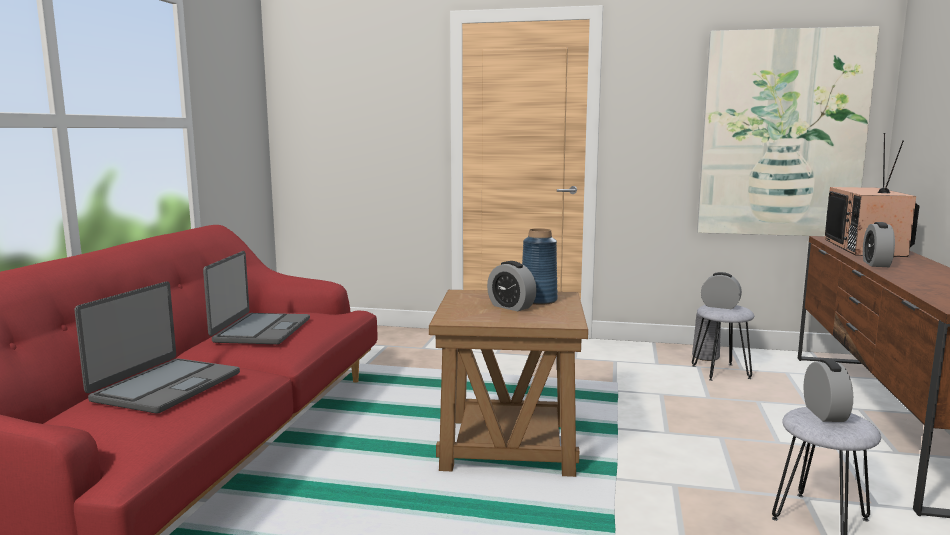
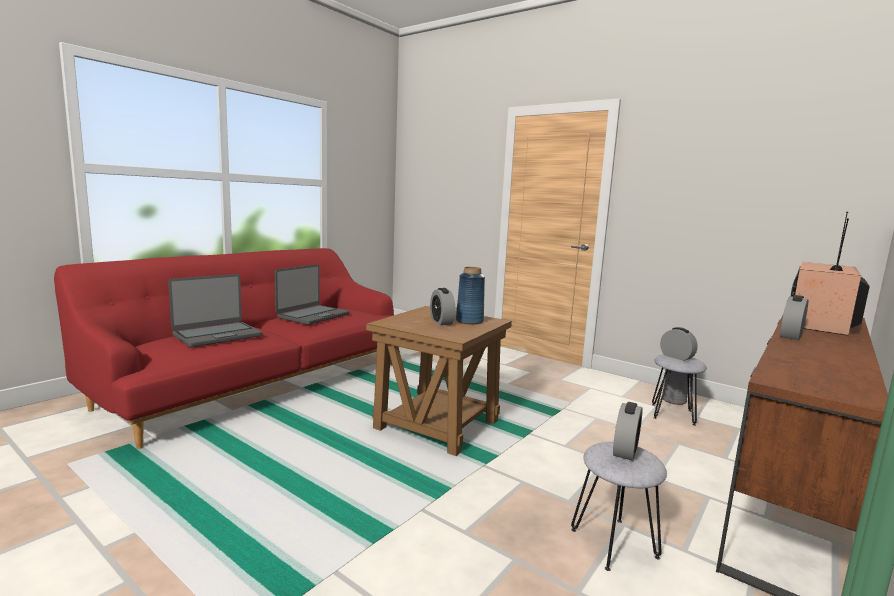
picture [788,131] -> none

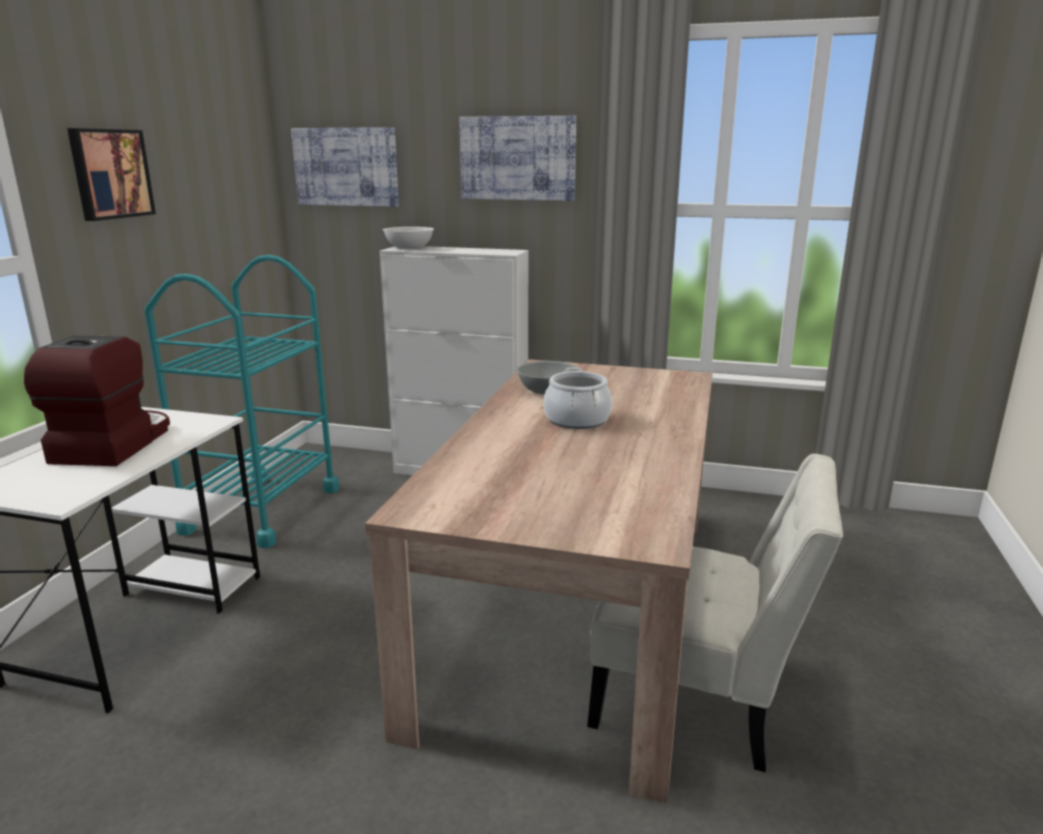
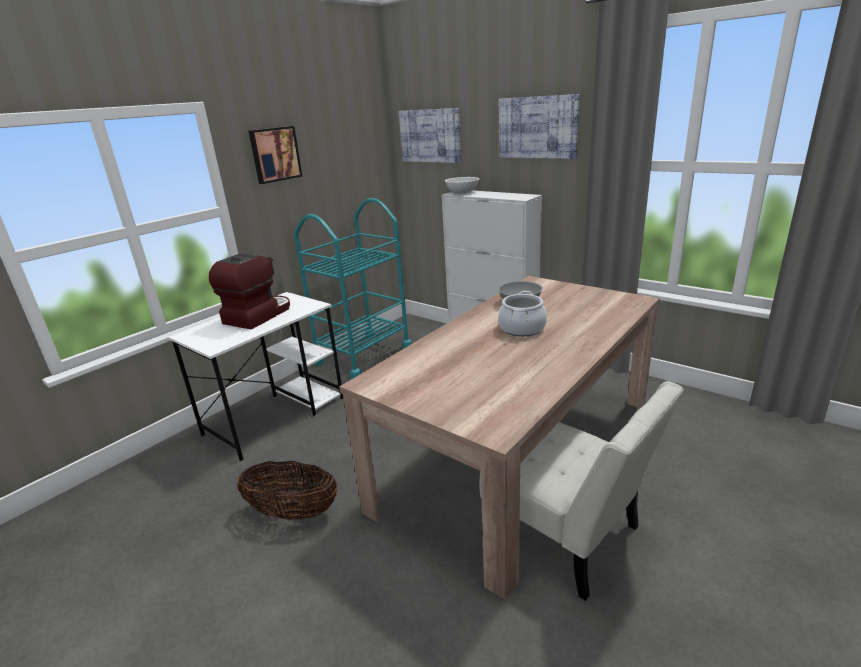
none -> basket [287,490]

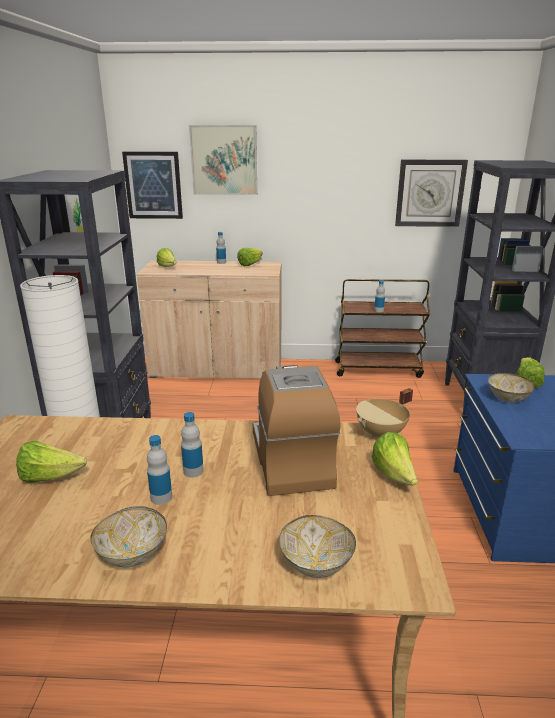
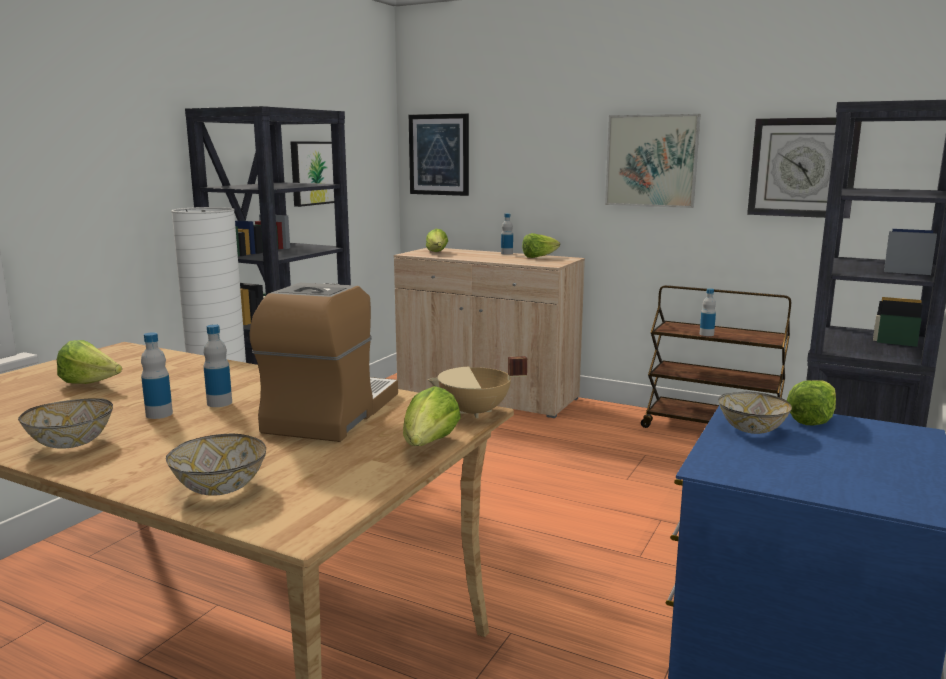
picture [223,160] -> picture [653,161], relocated

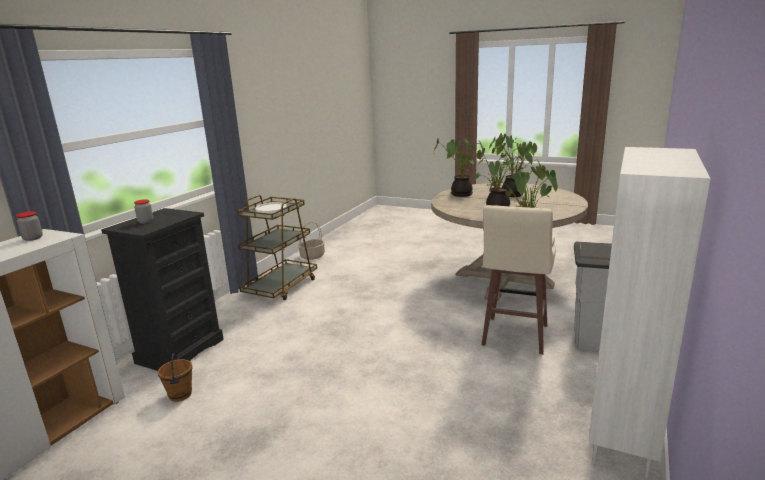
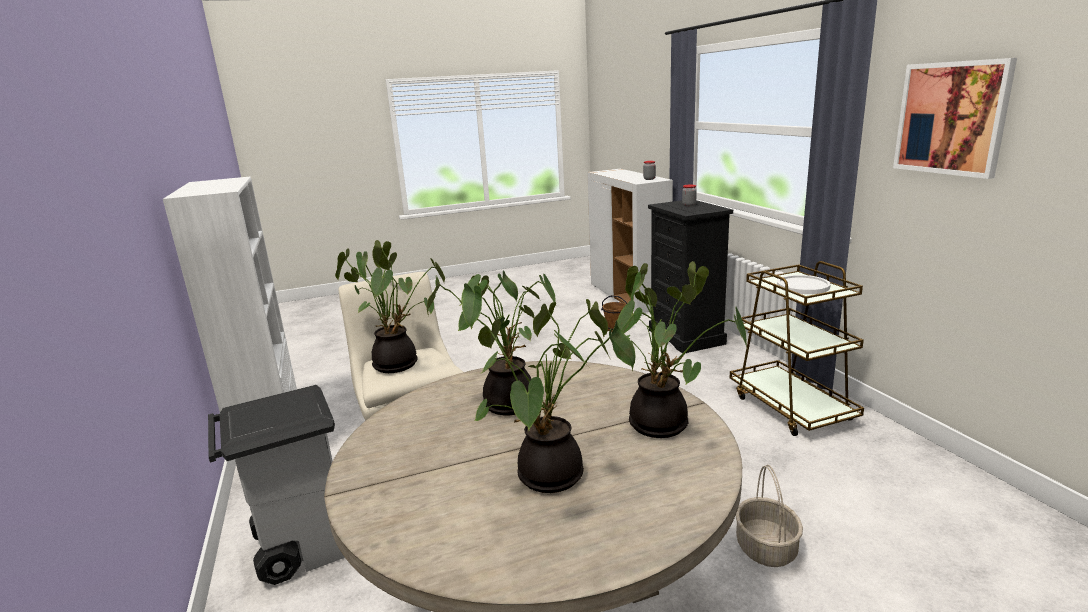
none -> picture [955,118]
basket [311,241] -> basket [769,515], relocated

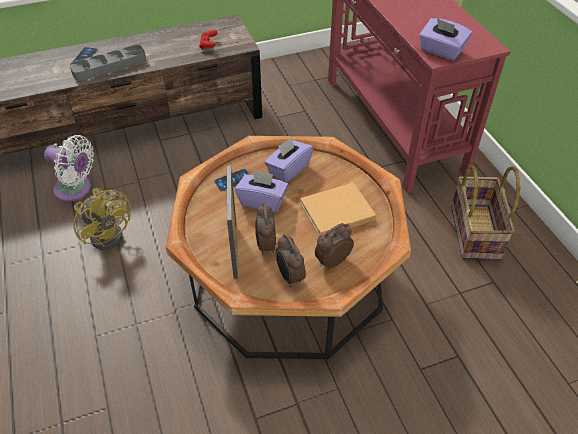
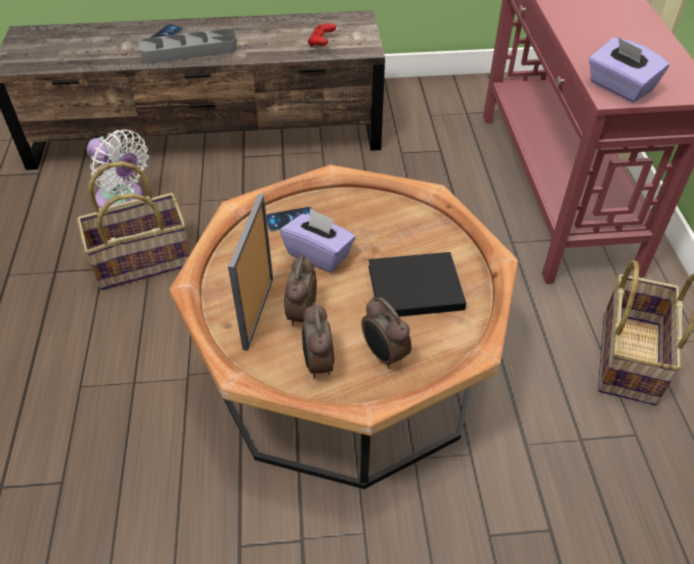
purple tissue box [288,160] -> none
yellow fan [102,219] -> basket [134,225]
beige book [338,209] -> black book [417,284]
alarm clock [334,246] -> alarm clock [386,332], 105 degrees counterclockwise

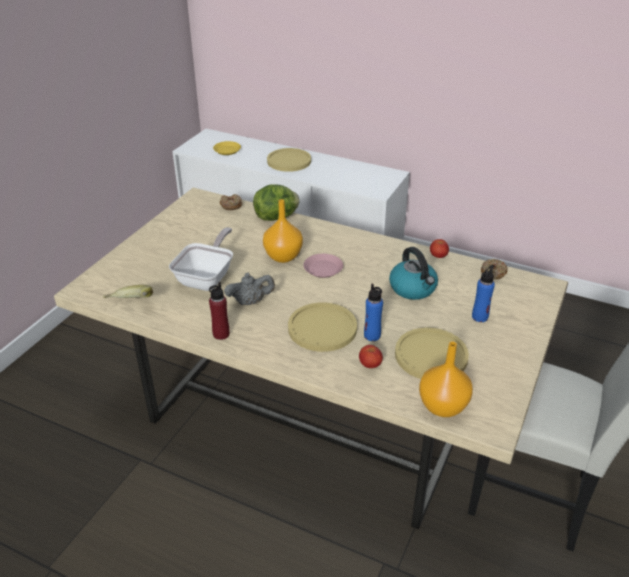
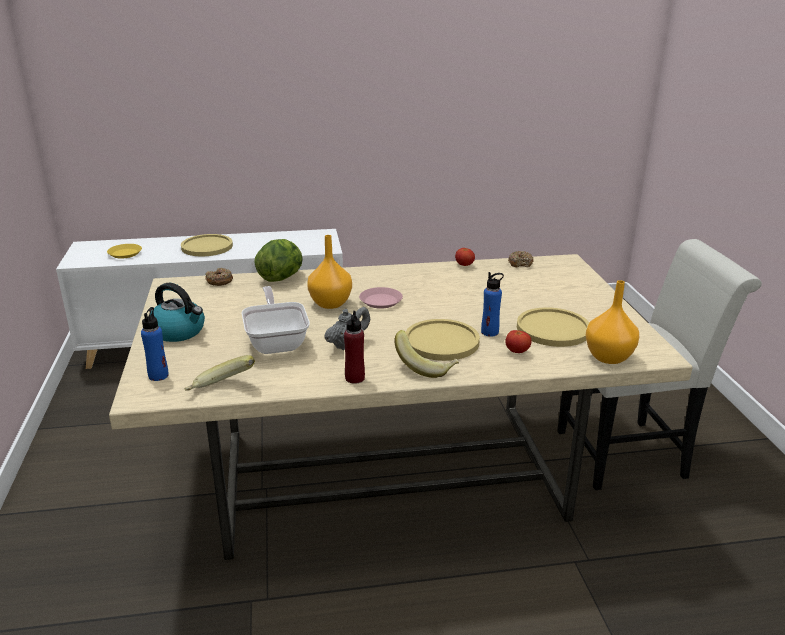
none -> banana [426,354]
kettle [413,273] -> kettle [177,312], relocated
blue bottle [483,293] -> blue bottle [155,344], relocated

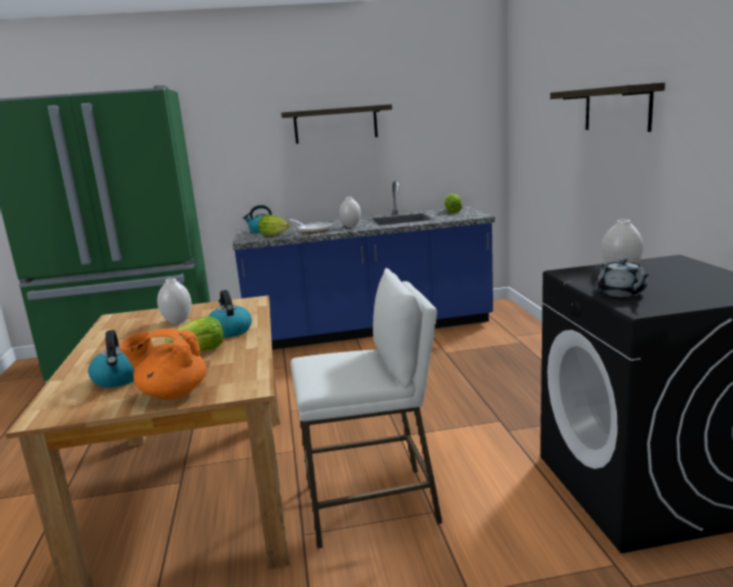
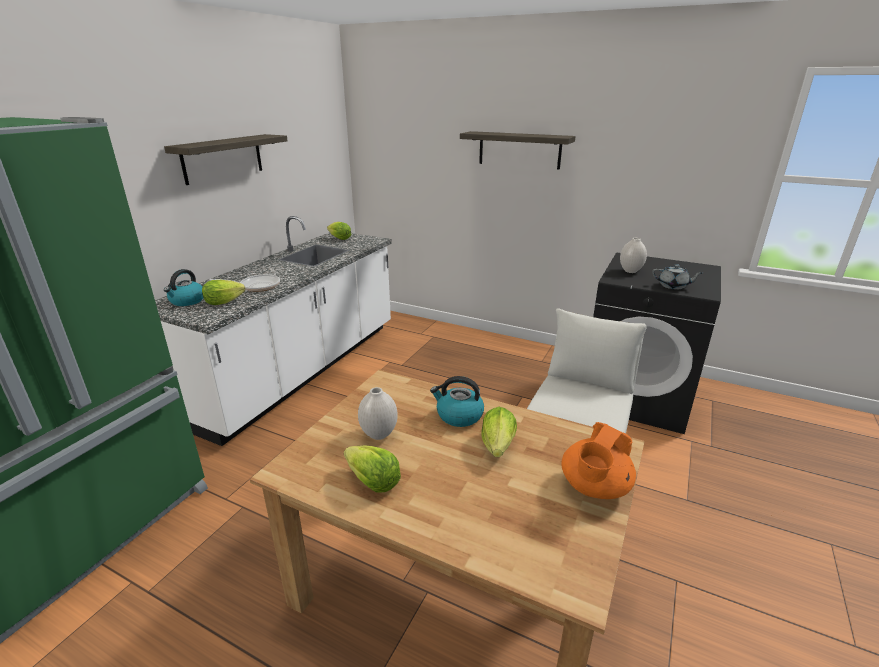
kettle [111,359] -> none
white vase [350,212] -> none
none -> lettuce [372,468]
blue counter [364,265] -> white counter [273,331]

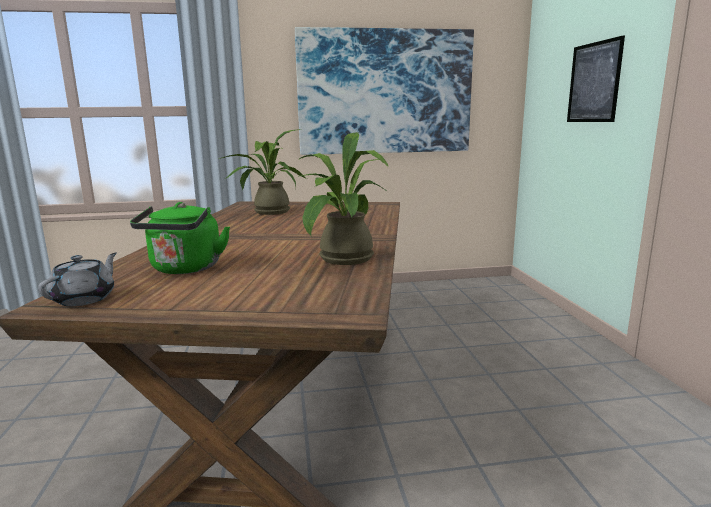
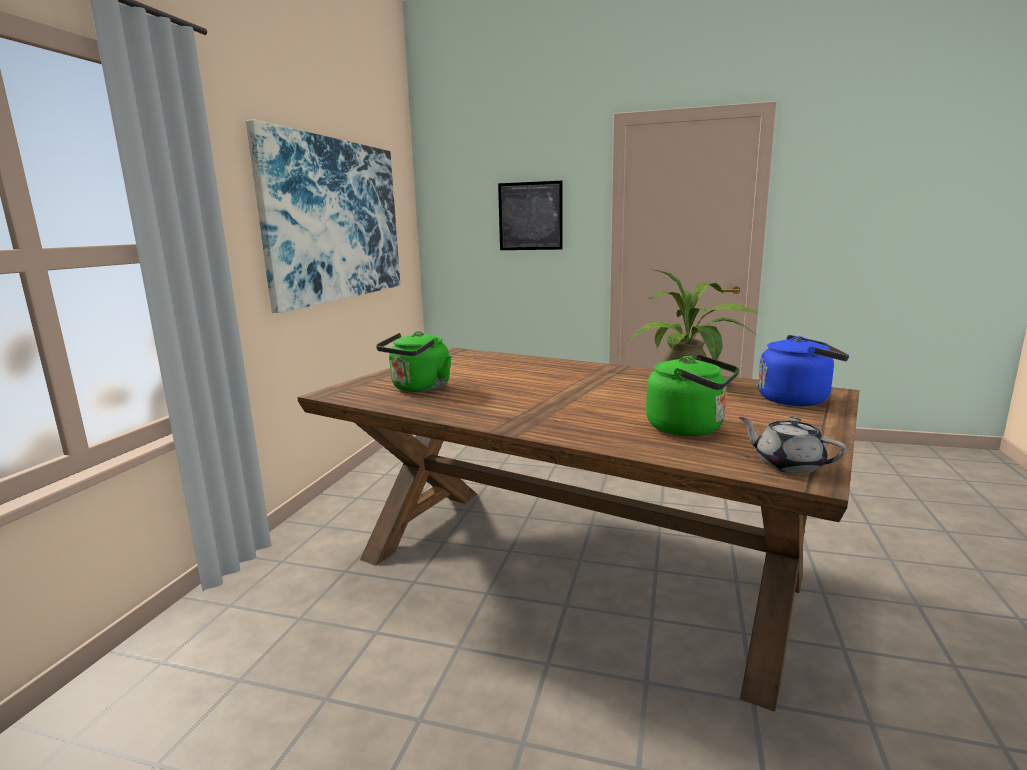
none -> blue kettle [803,370]
potted plant [263,172] -> green kettle [414,361]

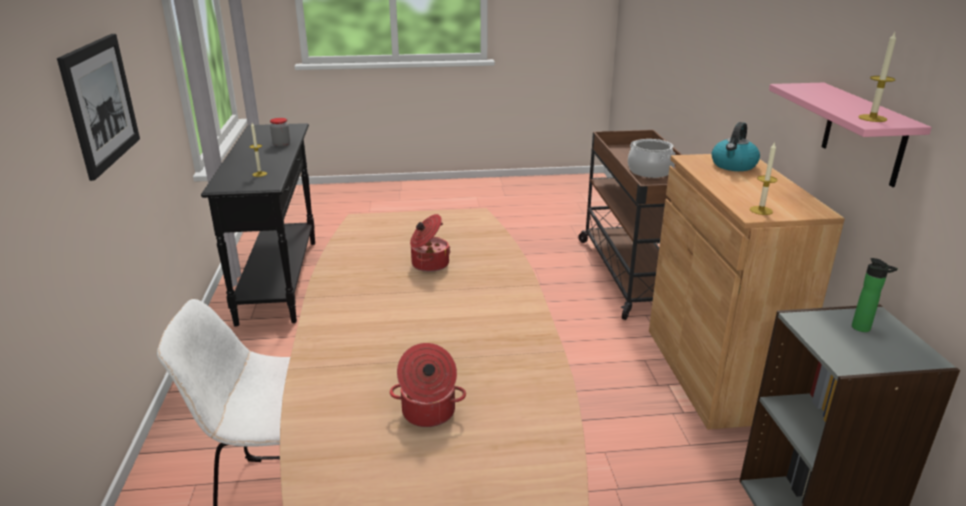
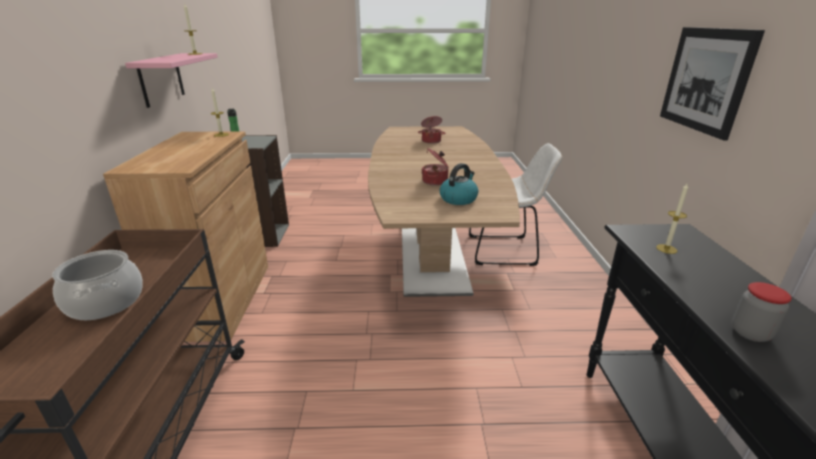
kettle [736,146] -> kettle [459,184], relocated

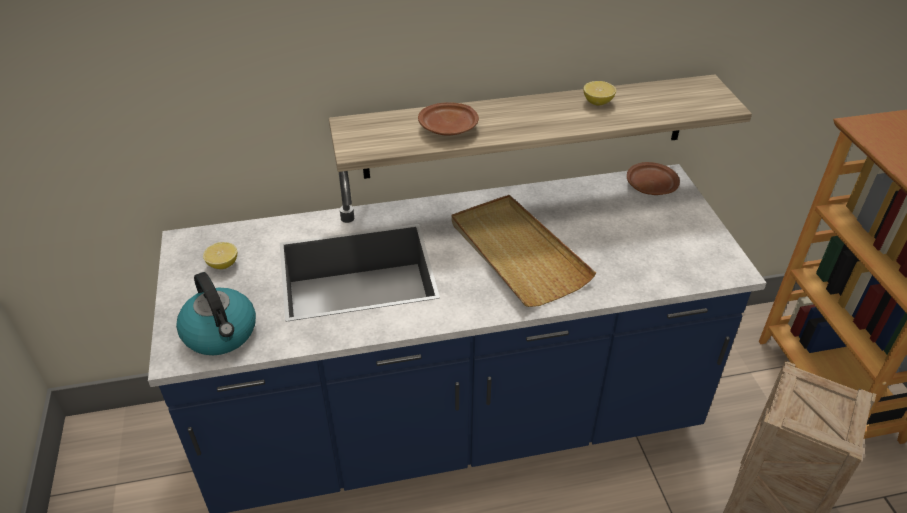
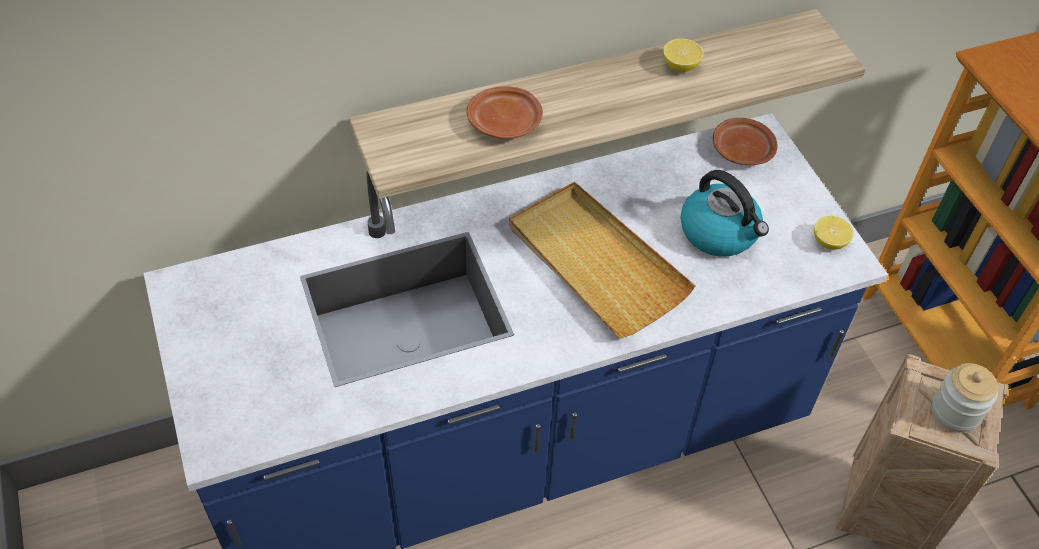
none -> jar [965,397]
kettle [216,313] -> kettle [725,213], relocated
lemon [220,255] -> lemon [834,233], relocated

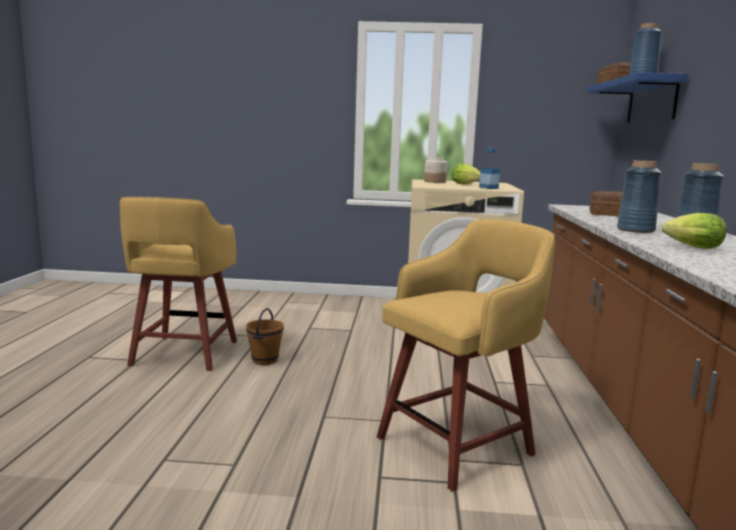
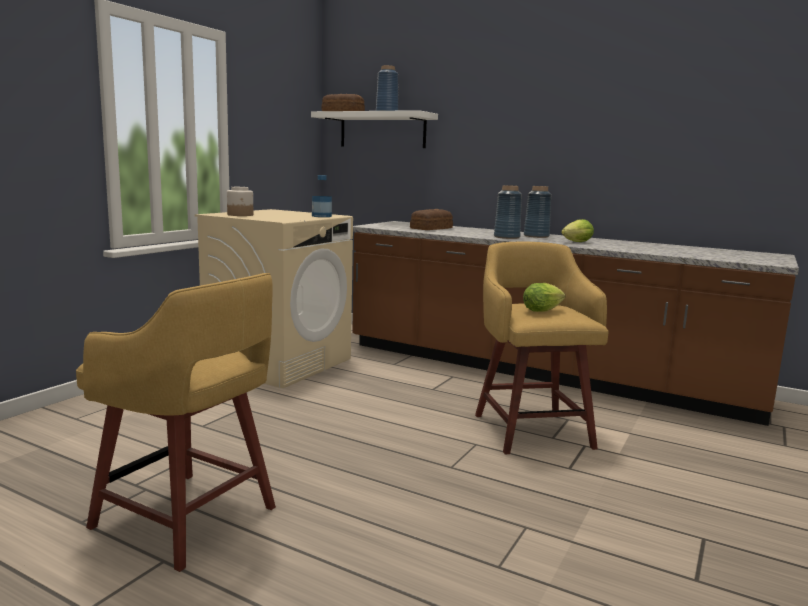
brown bucket [265,336] -> none
lettuce [466,174] -> lettuce [544,297], relocated
blue shelf [637,97] -> white shelf [374,129]

